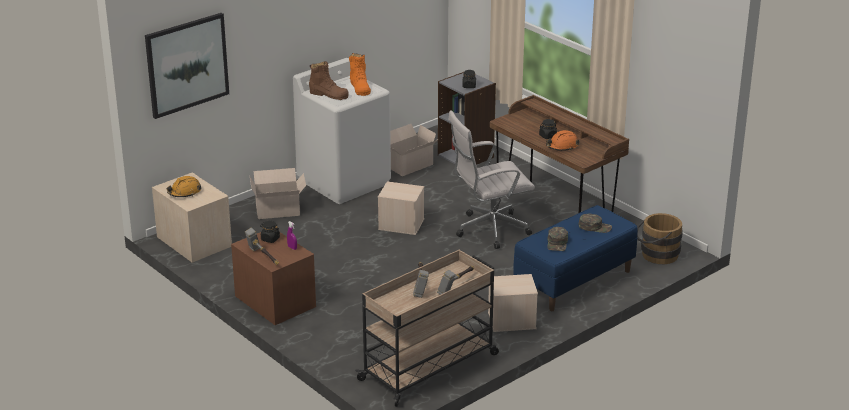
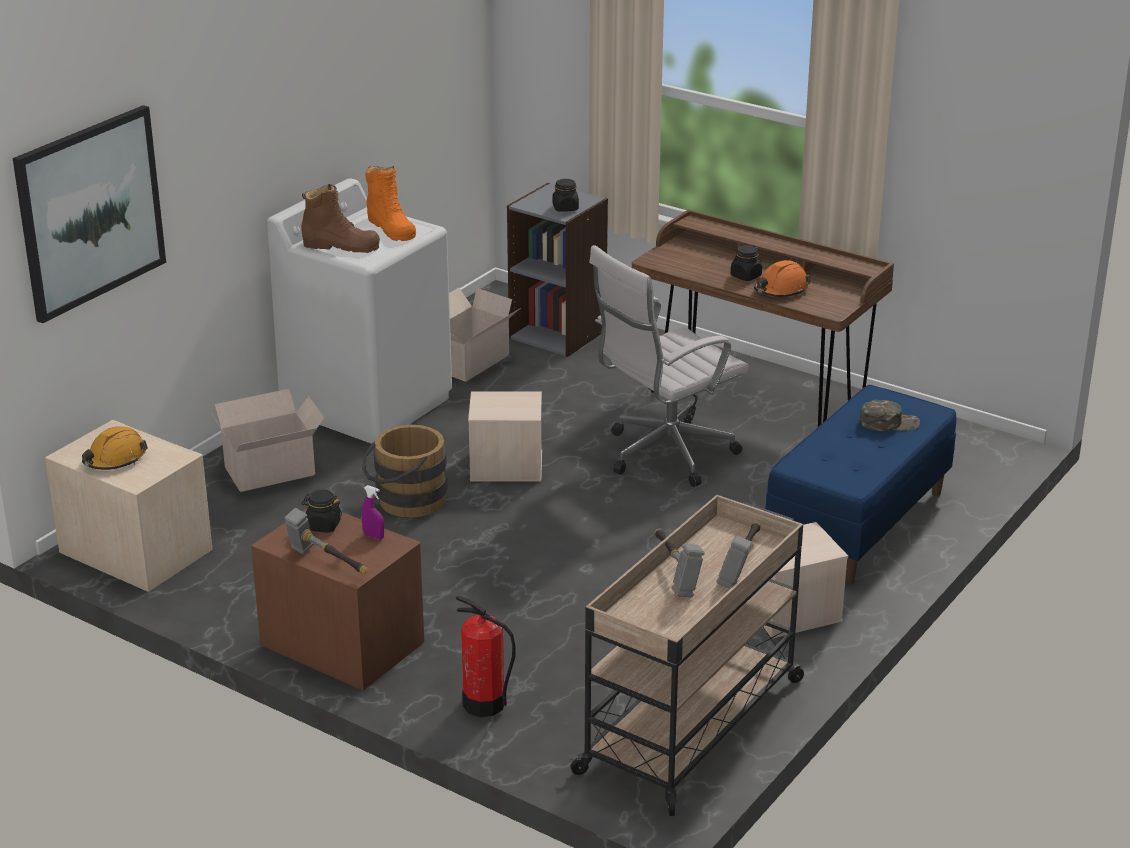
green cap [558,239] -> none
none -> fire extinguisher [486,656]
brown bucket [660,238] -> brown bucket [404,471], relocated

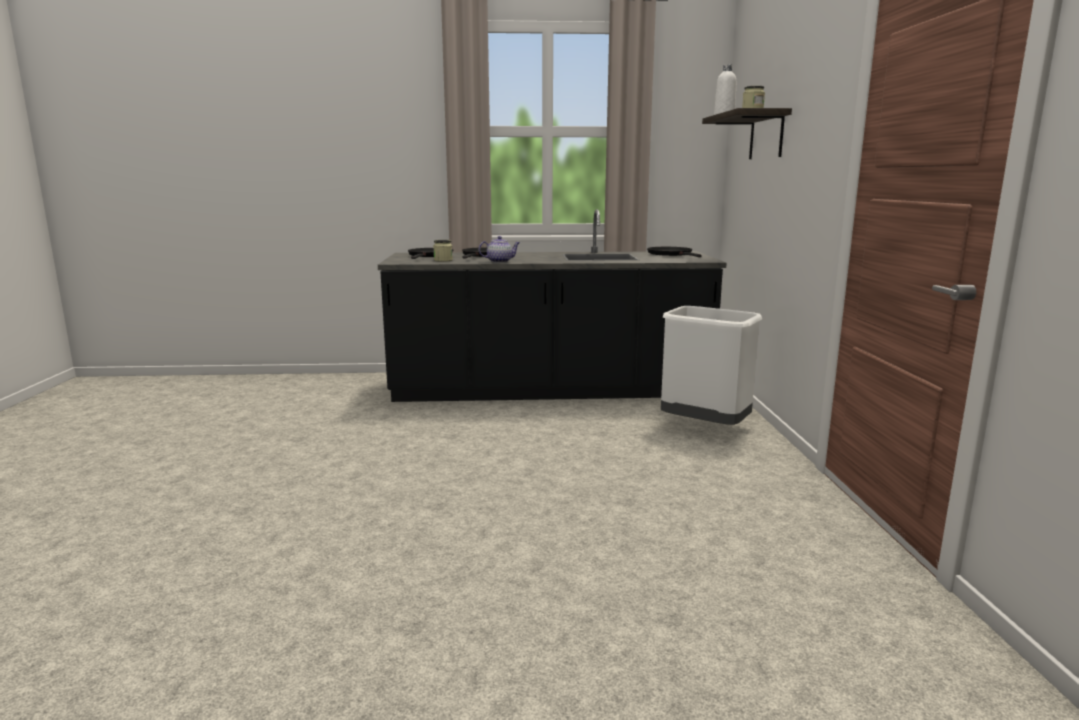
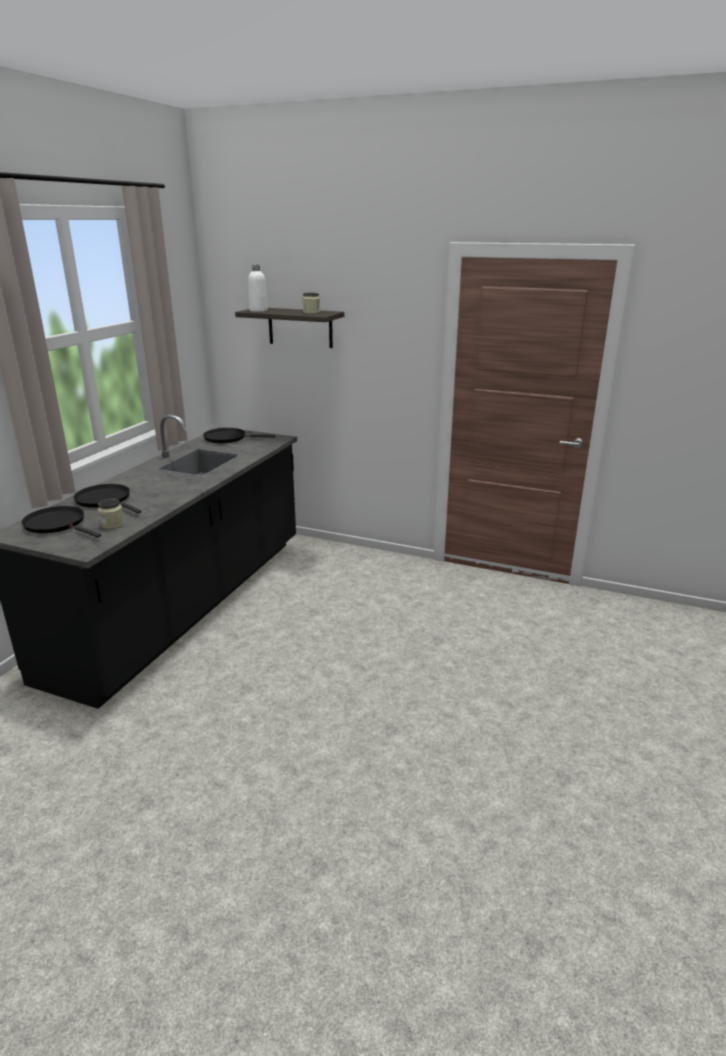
teapot [499,249] -> none
white trash can [711,365] -> none

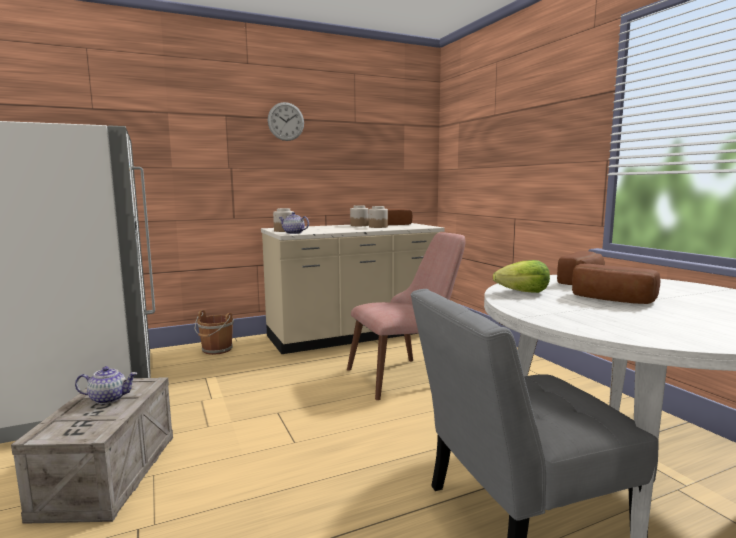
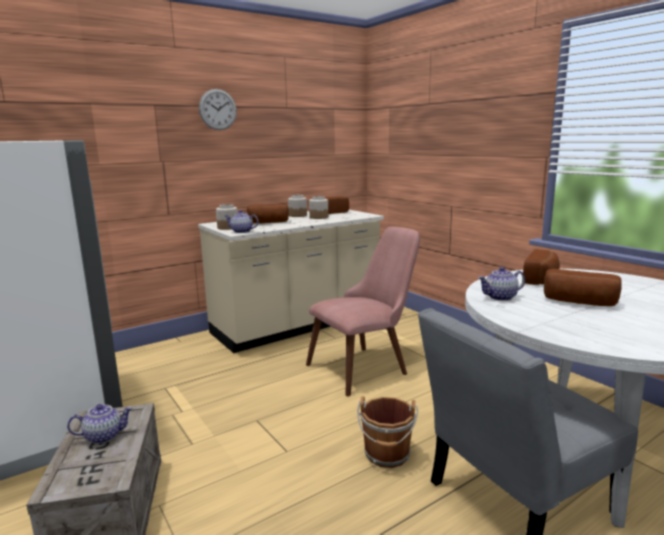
none -> bread [268,213]
brown bucket [214,332] -> brown bucket [387,432], relocated
lettuce [521,276] -> teapot [501,284]

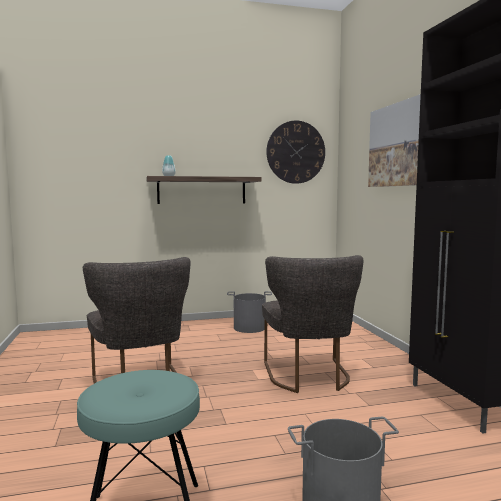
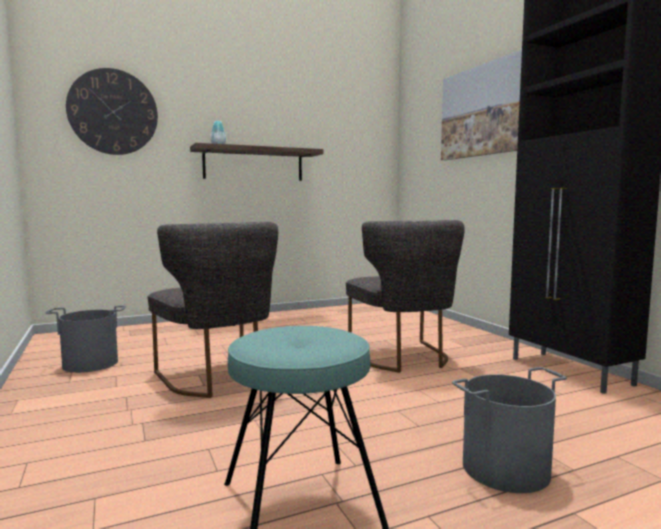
grey bucket [249,312] -> grey bucket [86,339], relocated
wall clock [295,152] -> wall clock [112,111], relocated

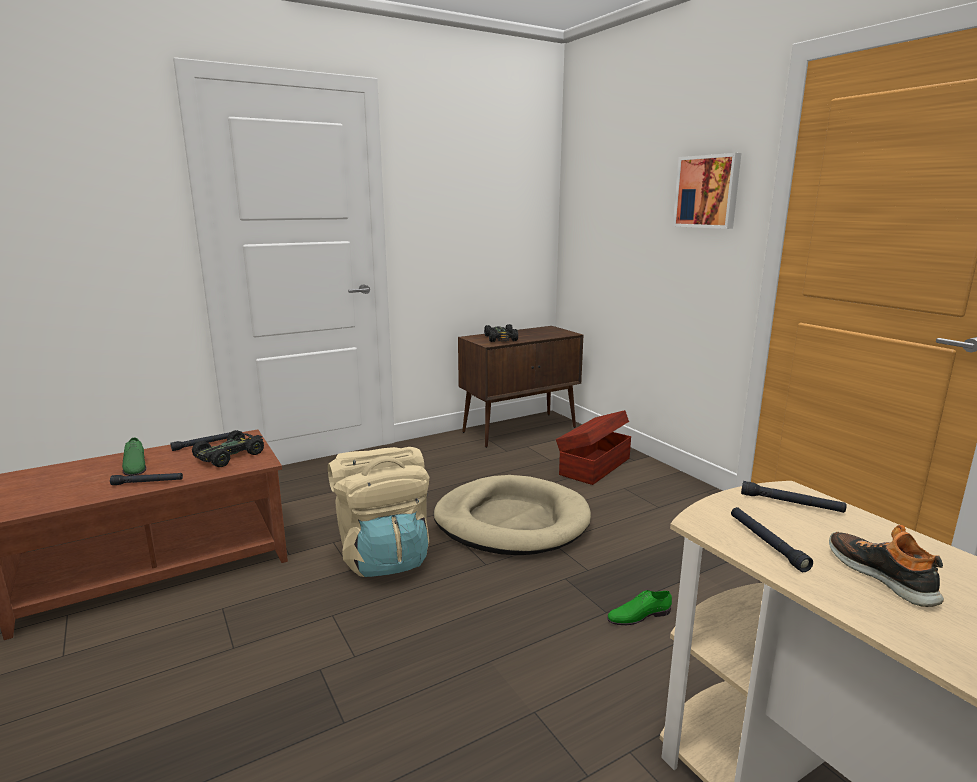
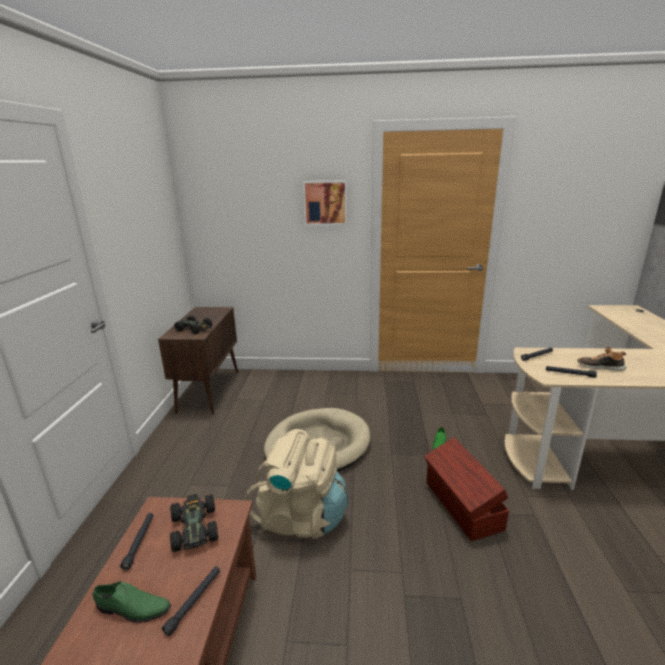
brown storage box [593,447] -> brown storage box [466,489], relocated

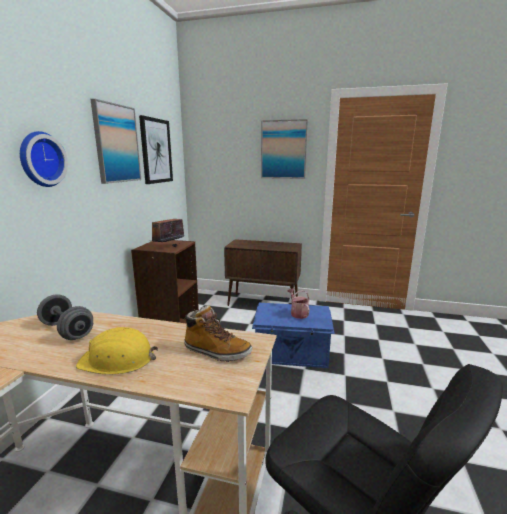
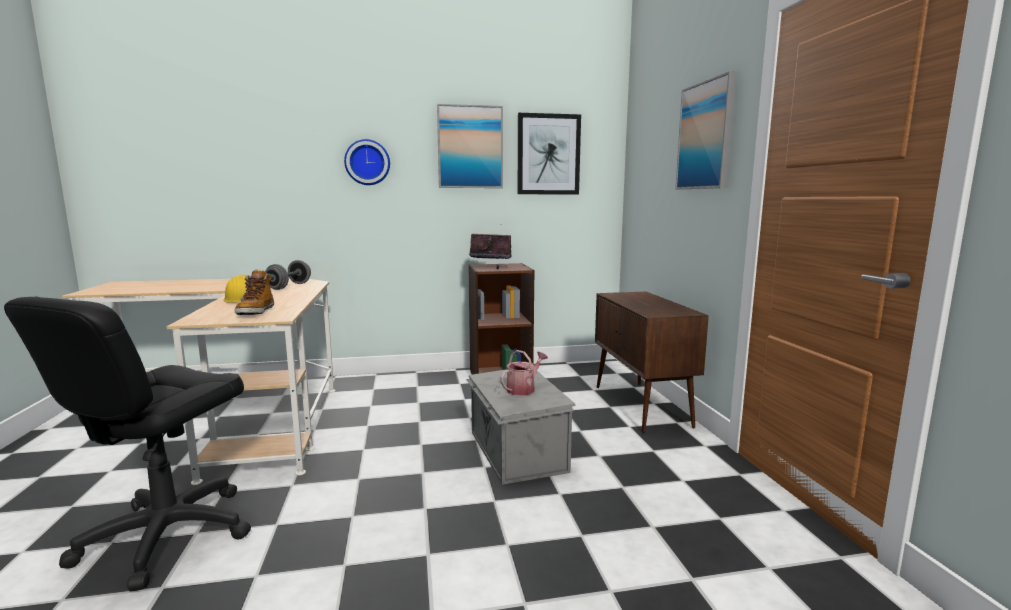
blue storage box [293,335] -> grey storage box [520,427]

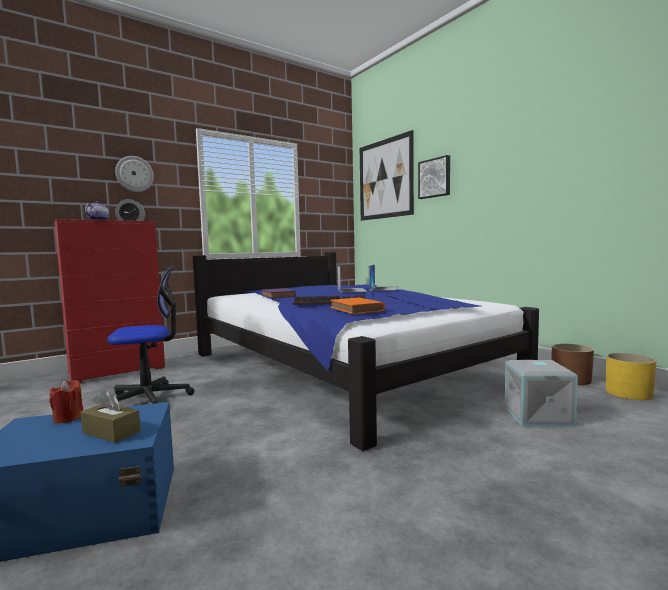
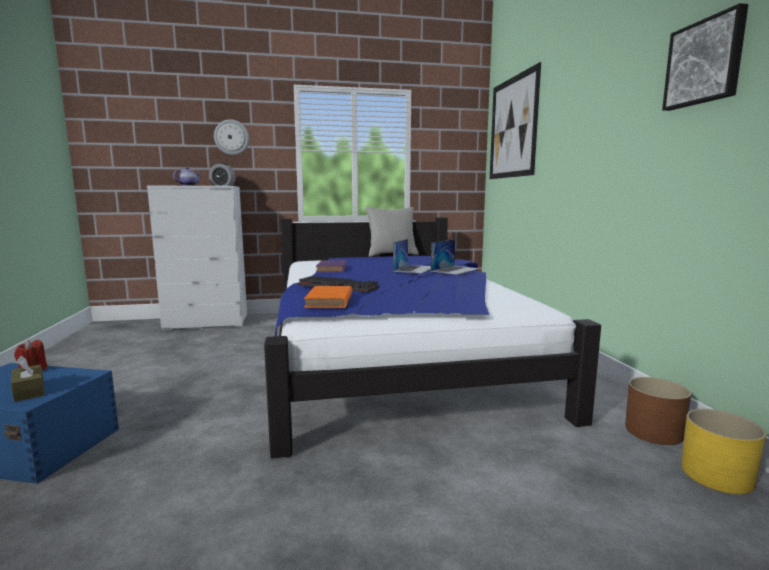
office chair [150,335] -> none
grey storage box [541,393] -> none
none -> grey pillow [392,232]
picture [434,177] -> picture [705,57], relocated
red dresser [109,301] -> white dresser [197,258]

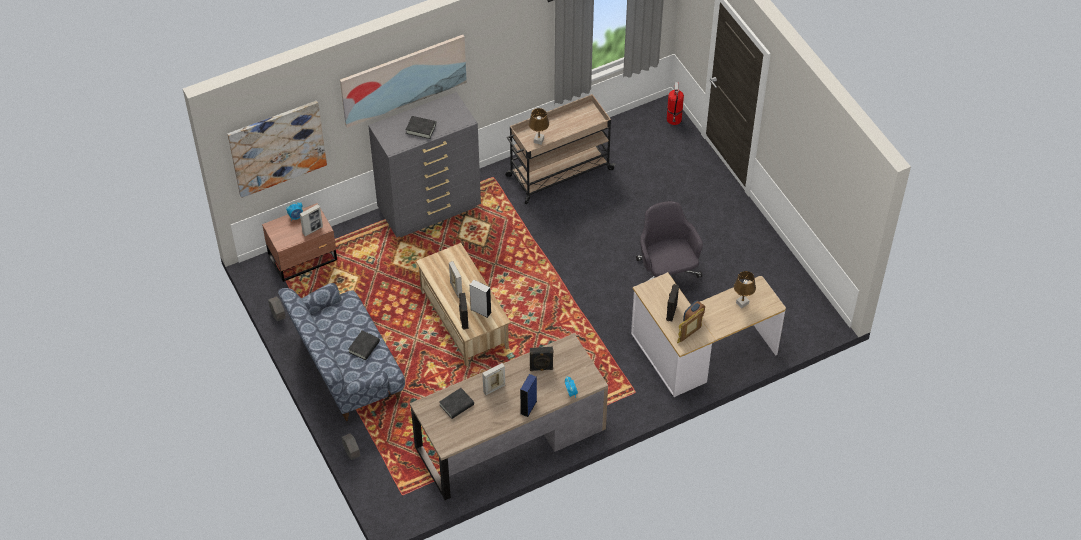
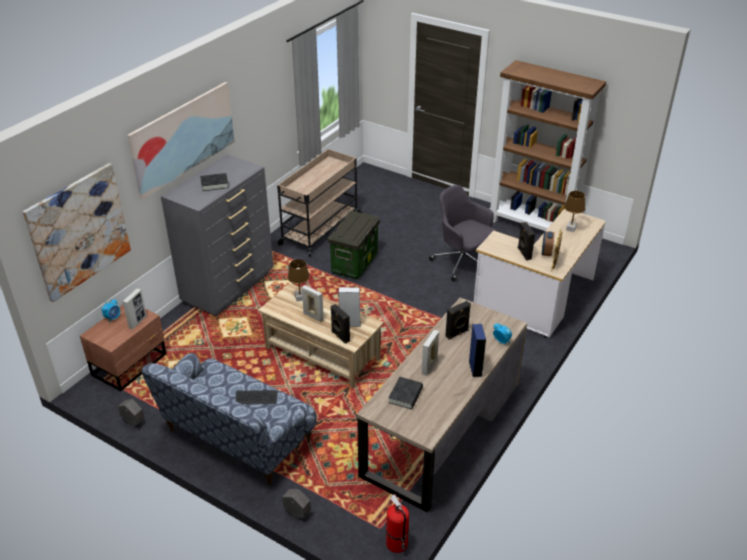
none -> storage box [354,245]
none -> brown bookcase [547,145]
brown table lamp [539,126] -> brown table lamp [299,280], relocated
fire extinguisher [675,103] -> fire extinguisher [397,523], relocated
black book [364,345] -> keyboard [256,397]

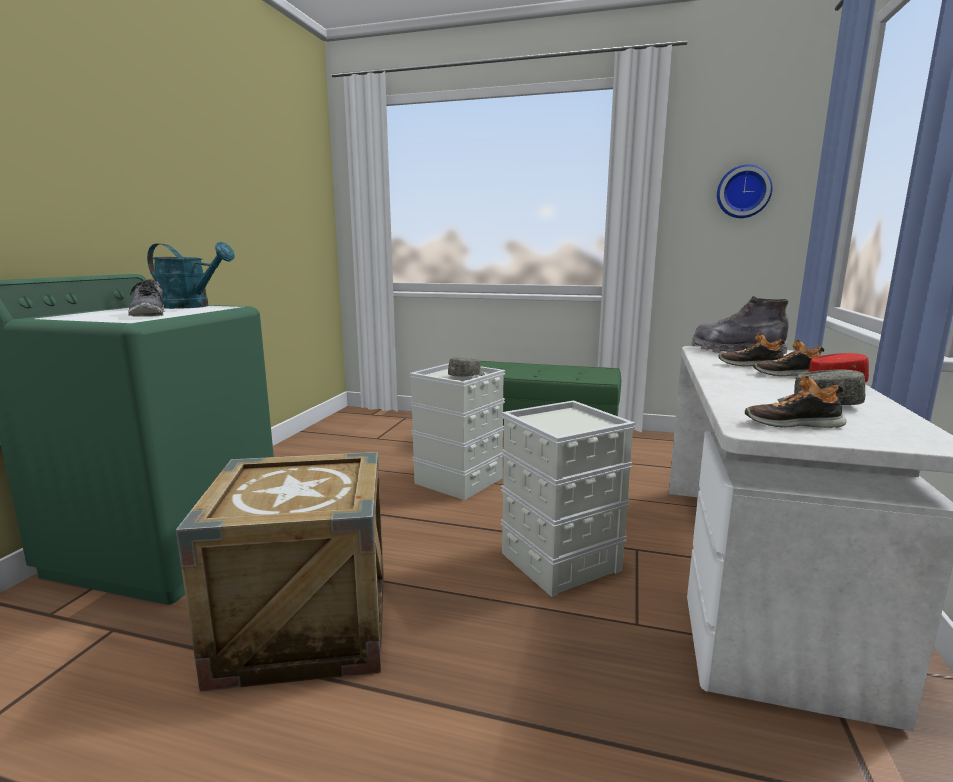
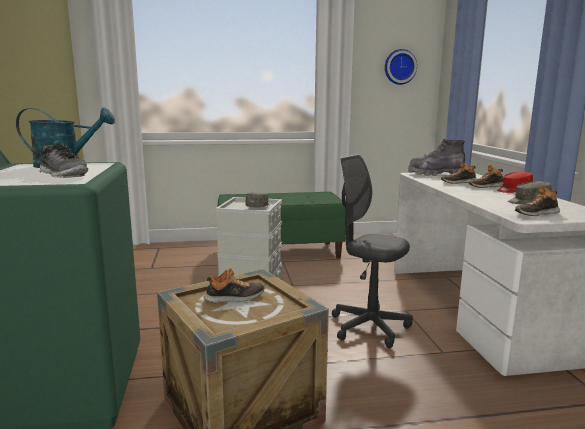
none -> shoe [234,285]
grey storage box [567,498] -> grey office chair [372,251]

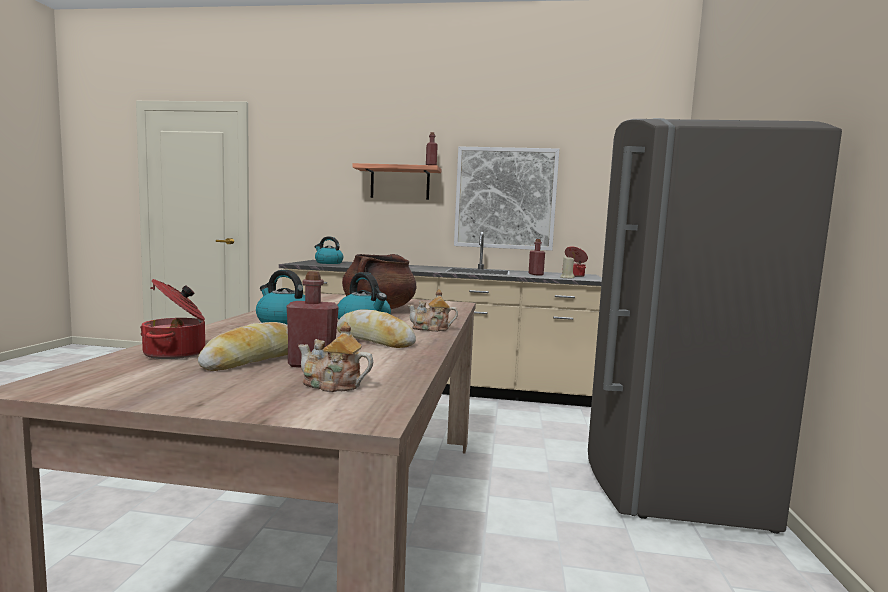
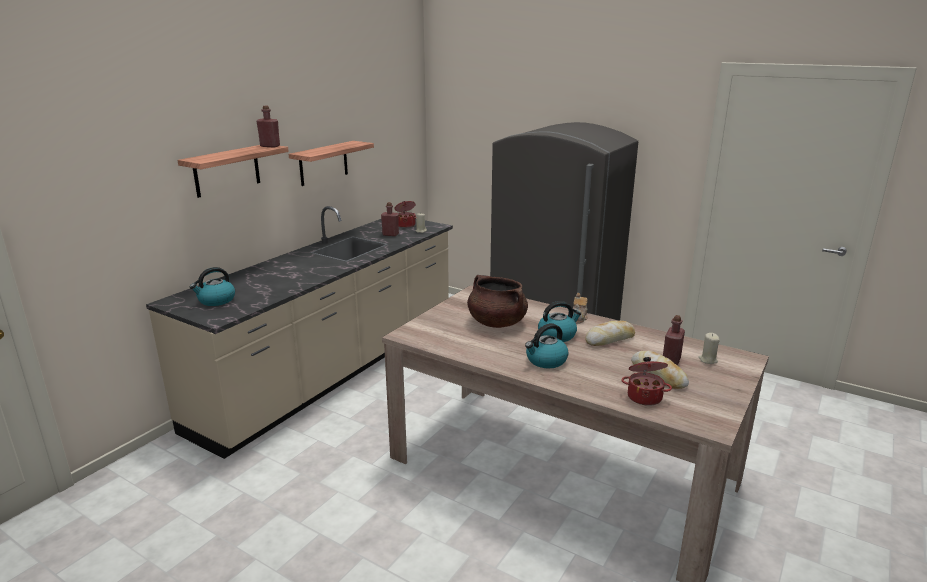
teapot [335,357] -> beige candle [709,348]
picture [506,198] -> shelf [331,163]

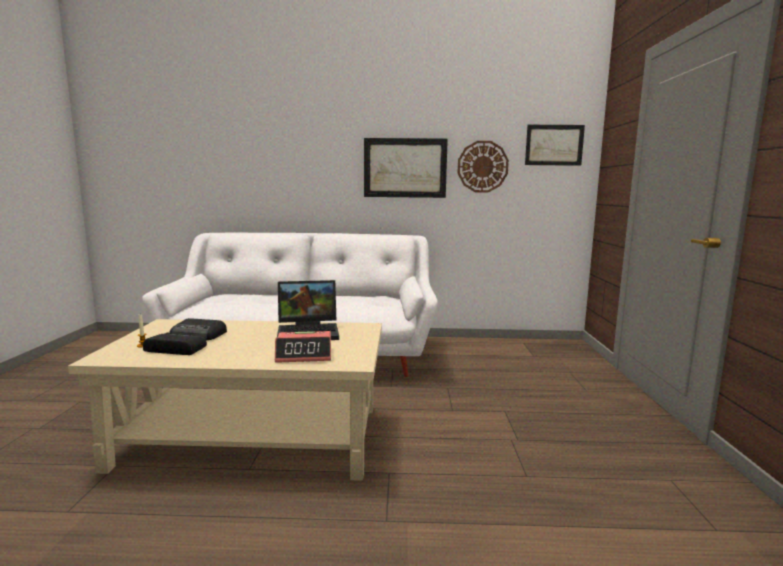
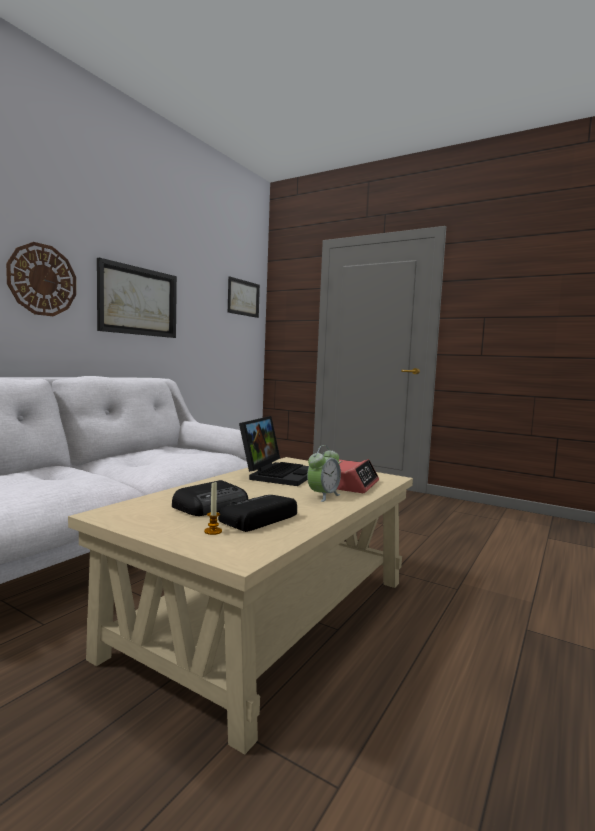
none -> alarm clock [324,473]
wall clock [483,167] -> wall clock [41,279], relocated

